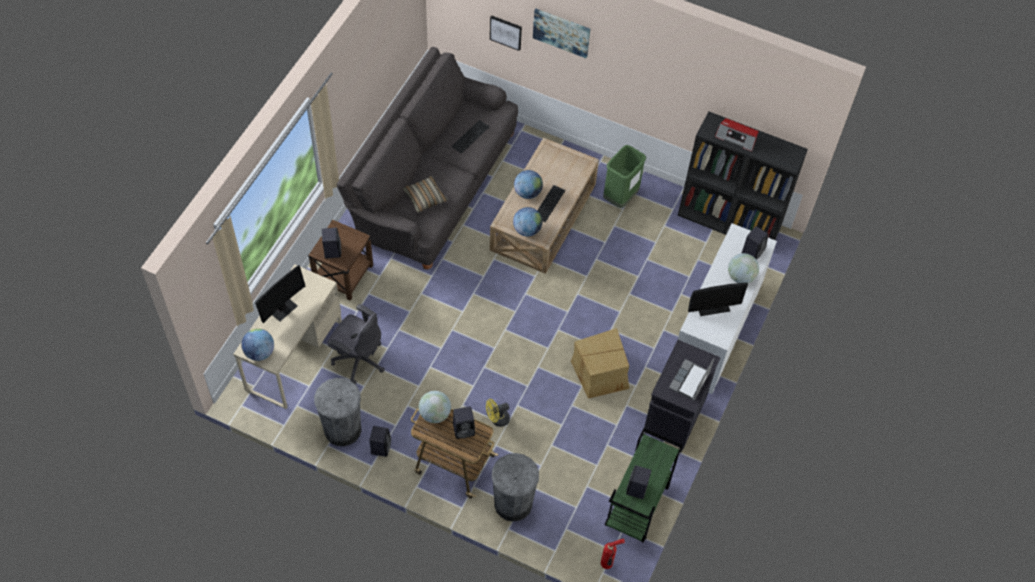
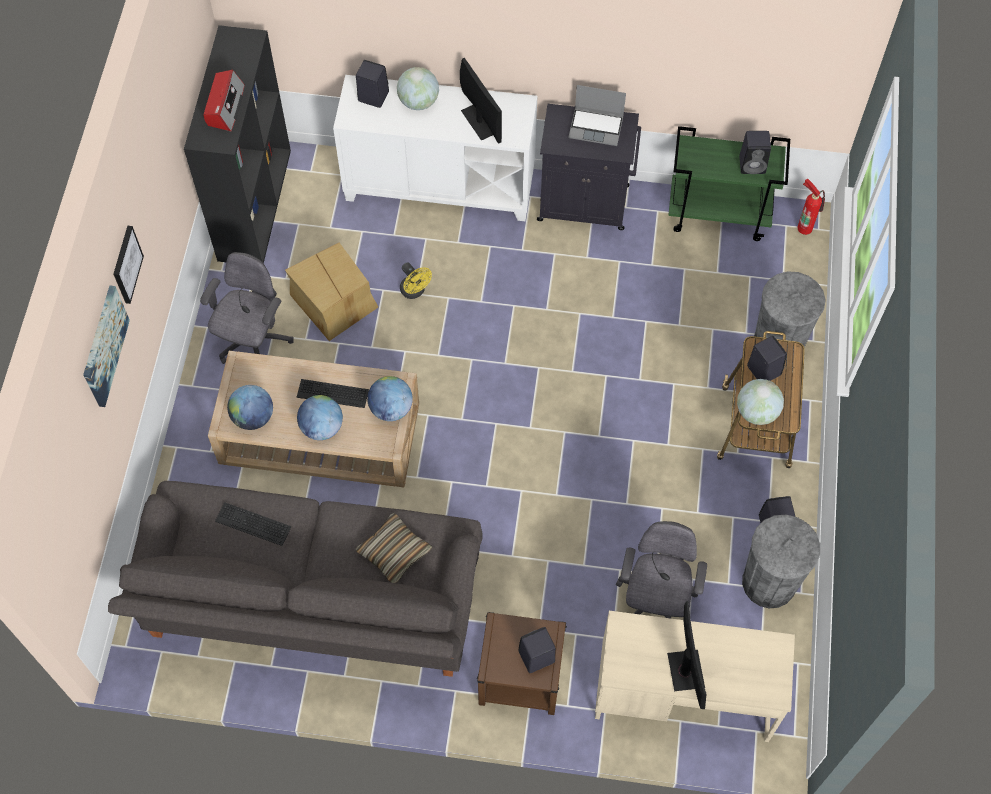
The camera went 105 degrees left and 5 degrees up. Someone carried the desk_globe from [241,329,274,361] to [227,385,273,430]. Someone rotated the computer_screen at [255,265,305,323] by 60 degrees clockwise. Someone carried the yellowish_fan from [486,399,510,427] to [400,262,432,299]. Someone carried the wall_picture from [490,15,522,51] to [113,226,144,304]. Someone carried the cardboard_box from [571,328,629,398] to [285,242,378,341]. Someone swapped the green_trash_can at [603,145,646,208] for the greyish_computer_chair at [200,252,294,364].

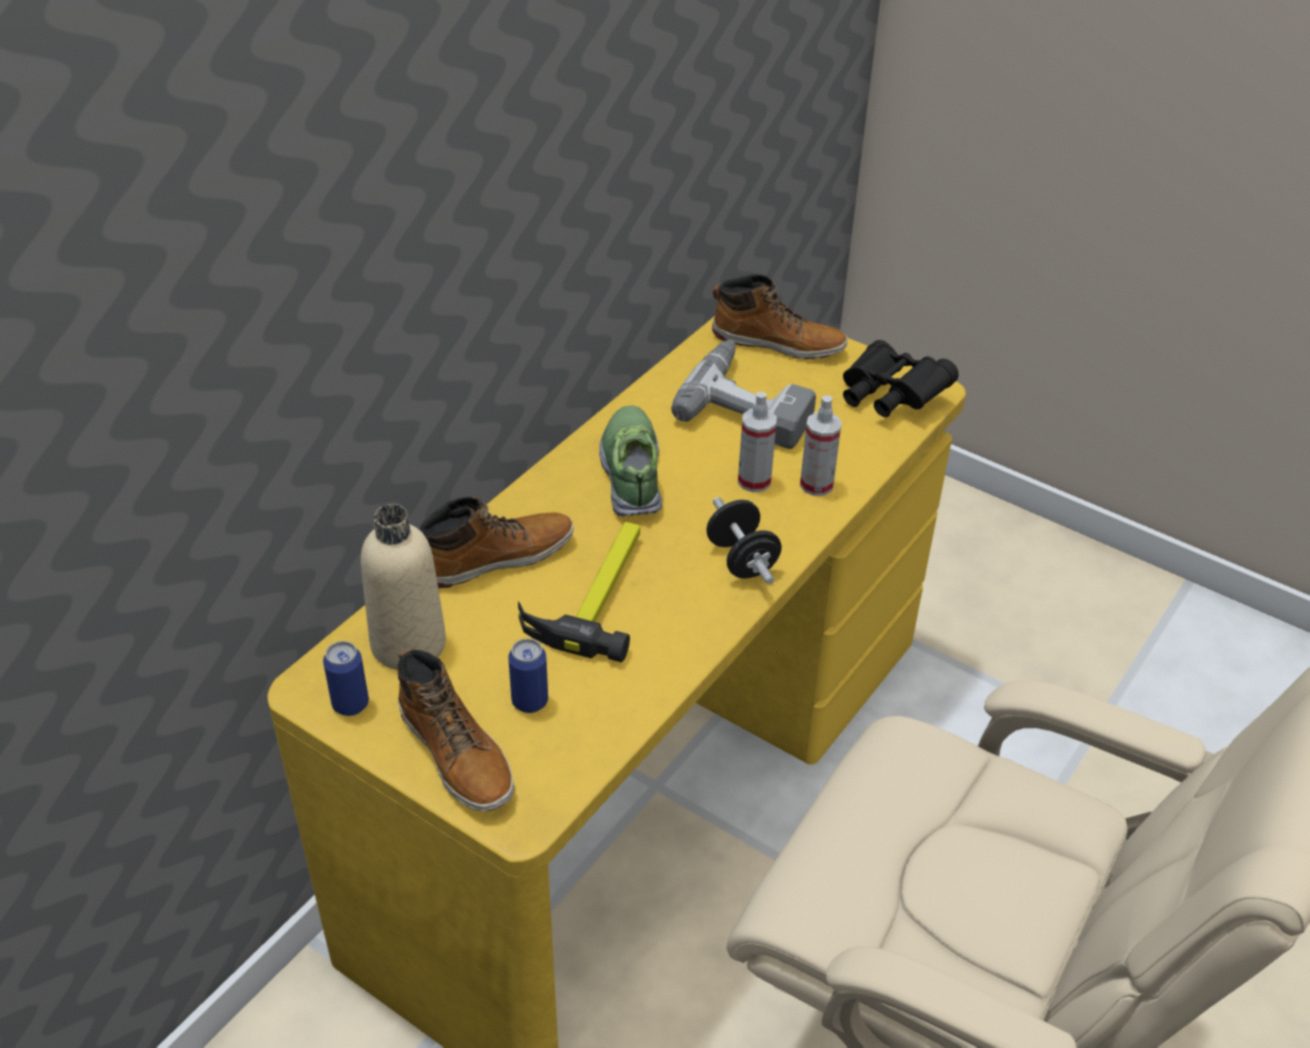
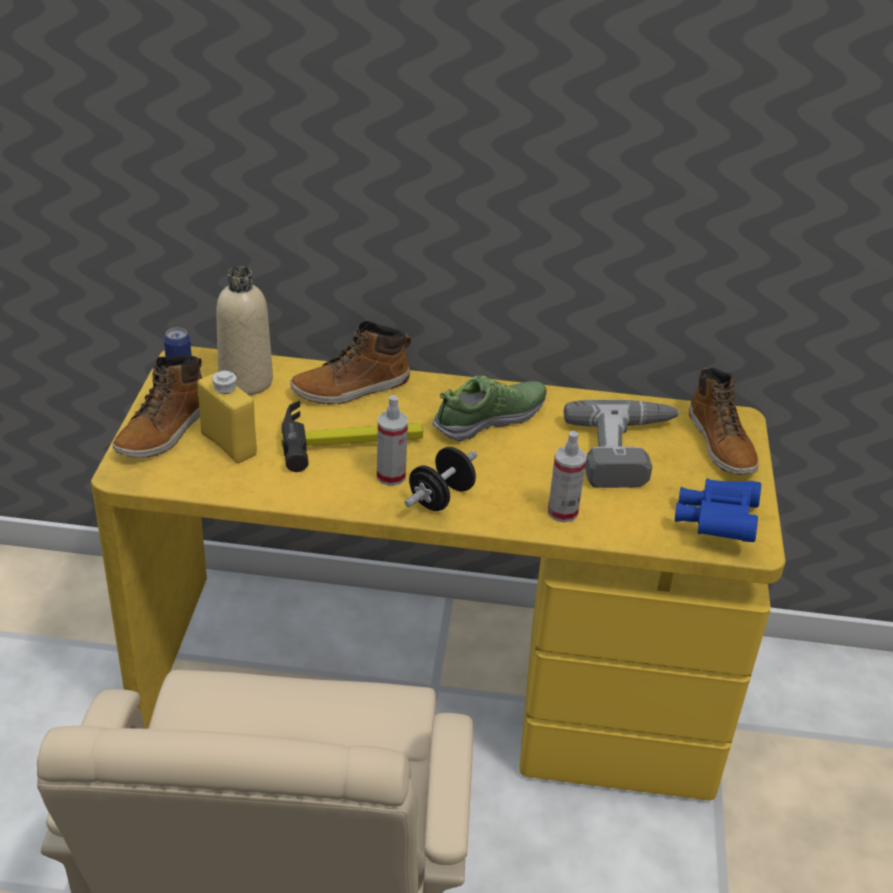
The camera went 60 degrees right and 5 degrees down. Someone rotated the tall_boot at [420,496,574,588] by 120 degrees clockwise. Someone swapped the sealed_can at [508,638,548,713] for the yellowish_beverage_bottle at [197,371,257,463]. Someone carried the sprayer from [738,392,777,492] to [377,395,408,486]. Someone repainted the black-coloured_pair_of_binoculars at [843,340,959,417], which became the blue-coloured_pair_of_binoculars at [675,479,761,542].

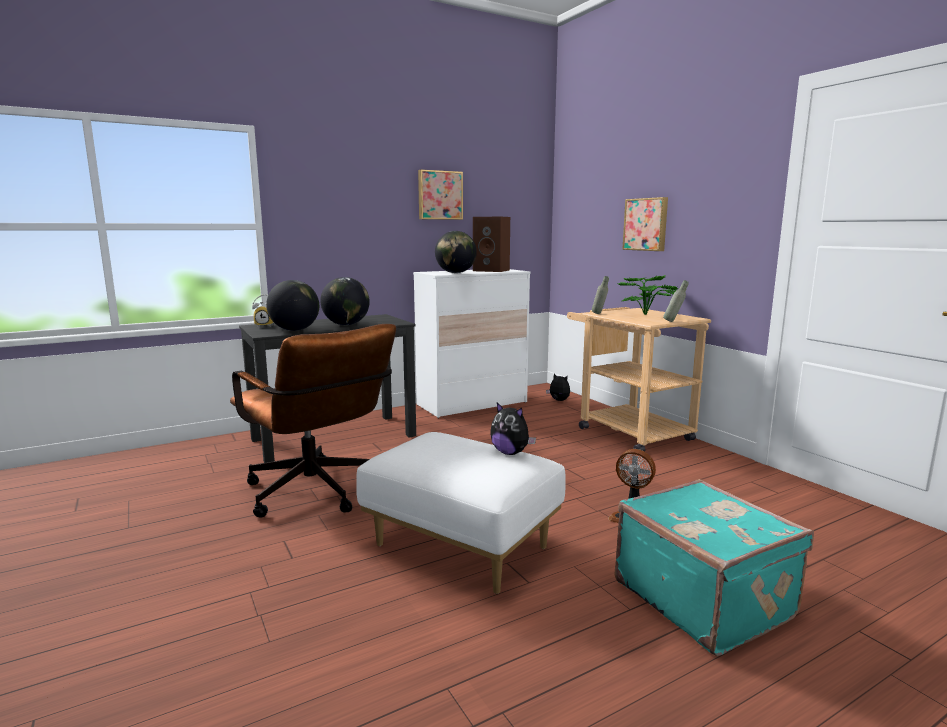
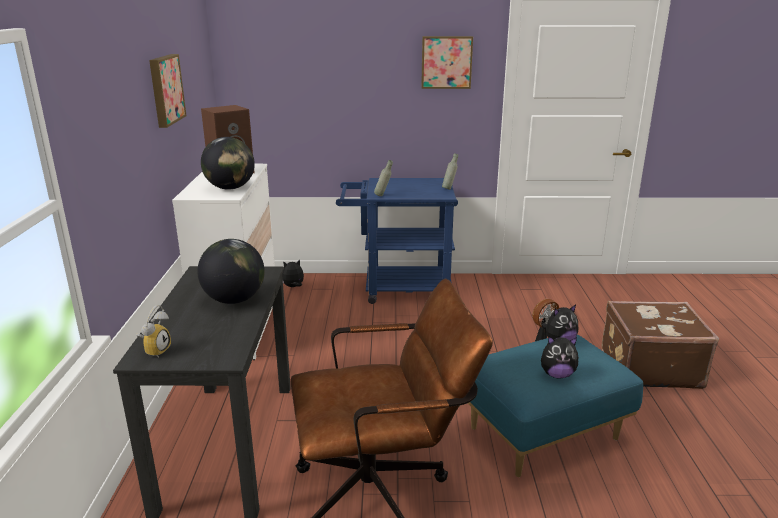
The camera went 60 degrees left and 10 degrees up. Someone took away the desk_globe at [266,280,319,331]. Someone repainted the white_footrest at [357,432,566,594], which became the blue-coloured_footrest at [468,335,643,477]. Someone repainted the beige_wheeled_cart at [567,307,711,452], which became the blue-coloured_wheeled_cart at [336,178,458,304]. Someone repainted the turquoise-coloured_suitcase at [614,479,814,656], which became the brown-coloured_suitcase at [602,301,719,389]. Someone took away the houseplant at [618,275,678,315]. Someone carried the wall_picture from [622,197,668,251] to [421,36,473,89]. Someone put down the plush_toy at [541,336,579,378].

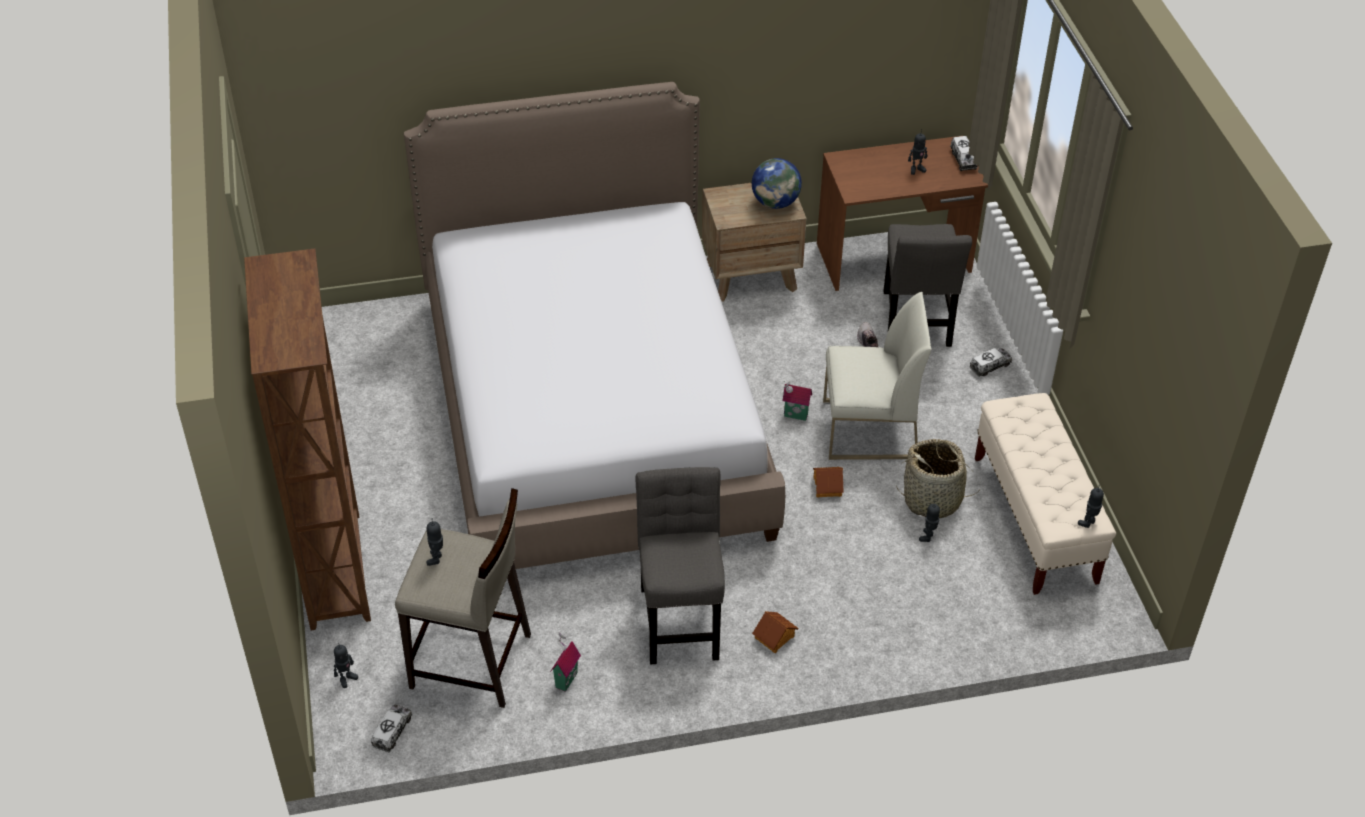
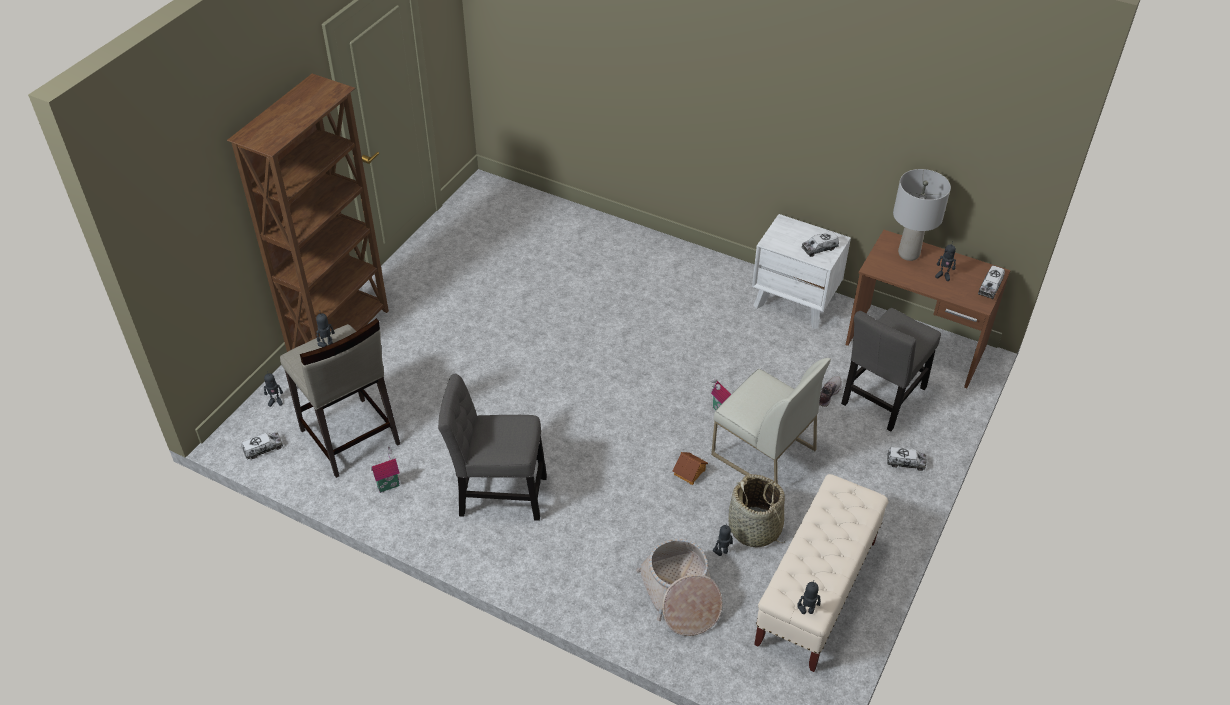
The camera went 40 degrees right and 0 degrees up. Someone took away the sleeping_bed at [404,82,785,569]. Someone rotated the greyish_plain_chair at [636,467,725,664] by 120 degrees counterclockwise. Someone repainted the brown-coloured_nightstand at [702,183,807,302], which became the white_nightstand at [752,214,851,329]. Someone swapped the desk_globe at [752,158,802,209] for the toy_lorry at [801,231,839,257]. Someone took away the toy_house at [752,611,798,653]. Someone put down the storage_basket at [636,539,722,636]. Someone put down the greyish_lamp_for_a_table at [893,169,951,261].

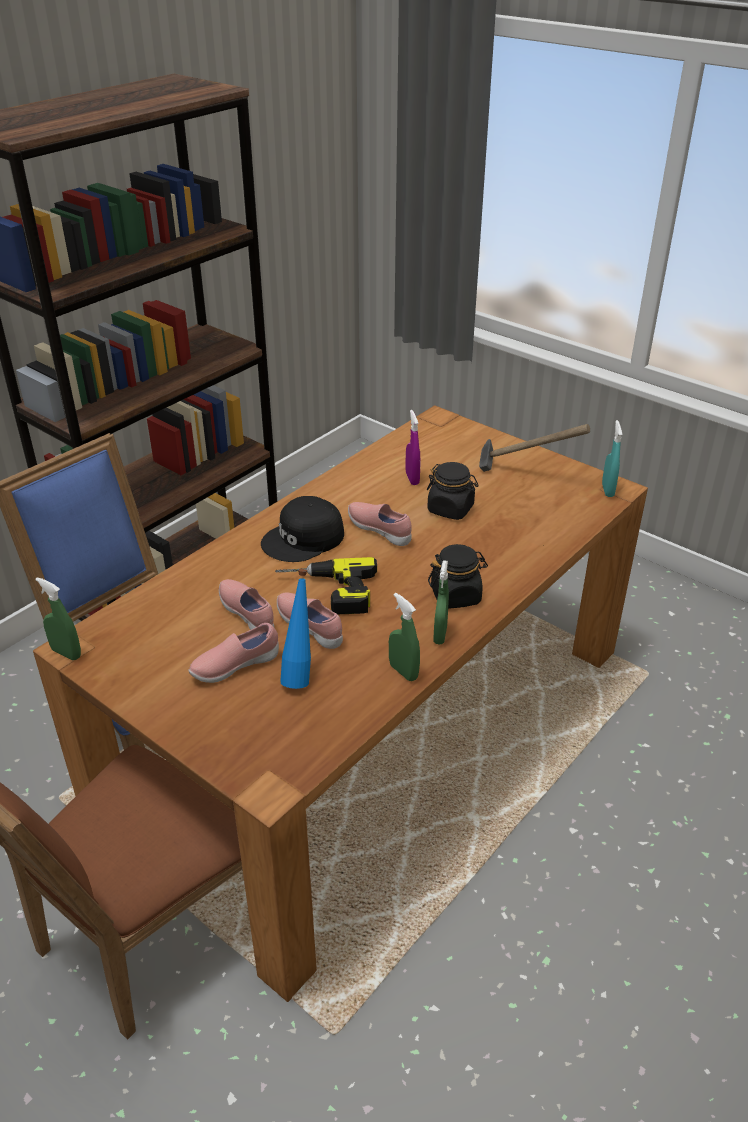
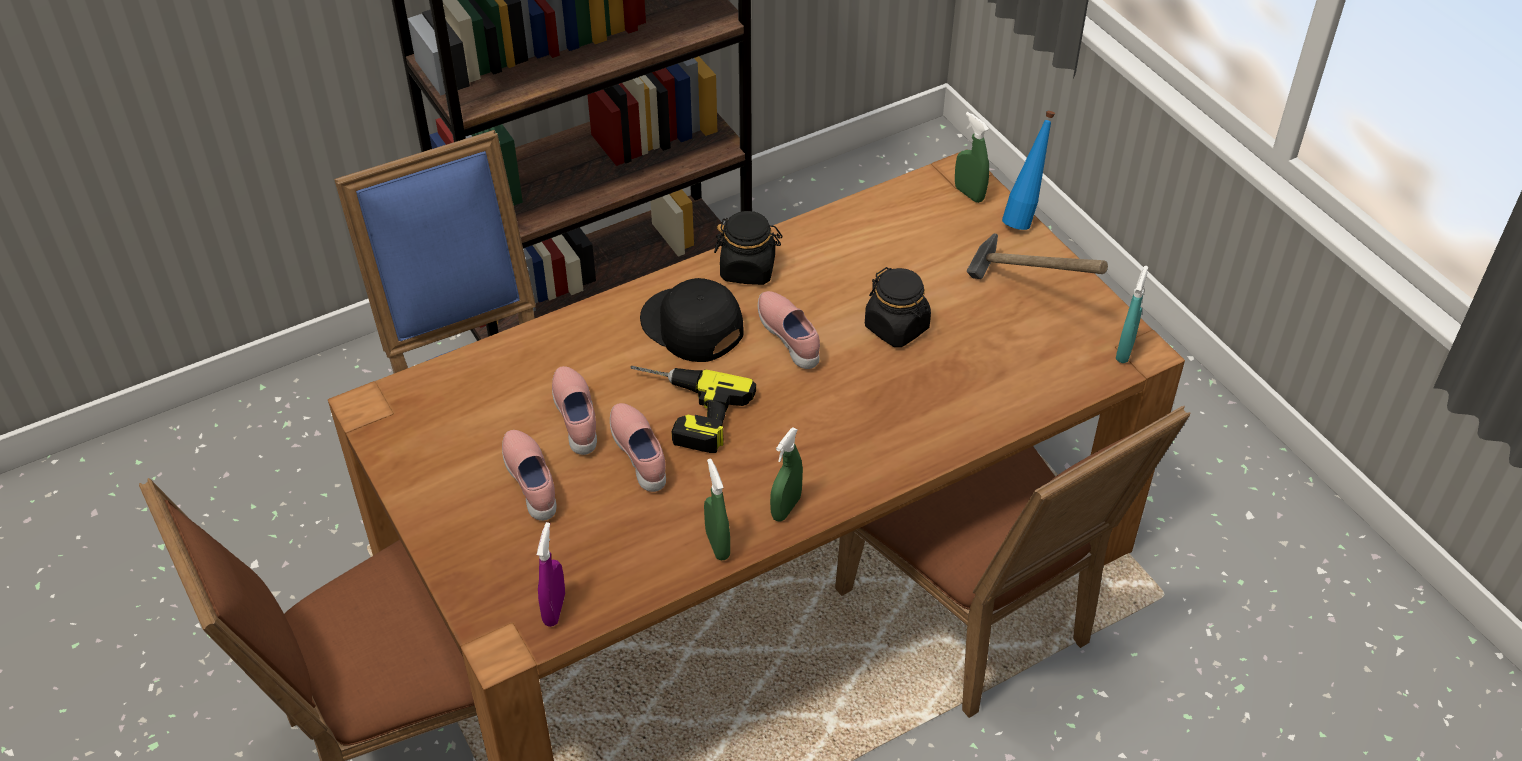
The camera went 20 degrees right and 10 degrees up. Someone carried the green_sprayer from [35,577,81,660] to [955,112,989,203]. Someone rotated the pink_item_of_footwear at [188,623,279,683] by 75 degrees clockwise. Someone rotated the black-coloured_baseball_cap at [261,496,344,562] by 60 degrees clockwise. Someone carried the blue-coloured_beverage_bottle from [280,569,311,689] to [1002,111,1055,230]. Someone carried the purple-coloured_sprayer from [405,410,420,485] to [537,522,565,627]. Someone carried the black-coloured_jar from [428,544,488,609] to [714,211,783,285]. Someone put down the brown-coloured_plain_chair at [835,406,1191,718].

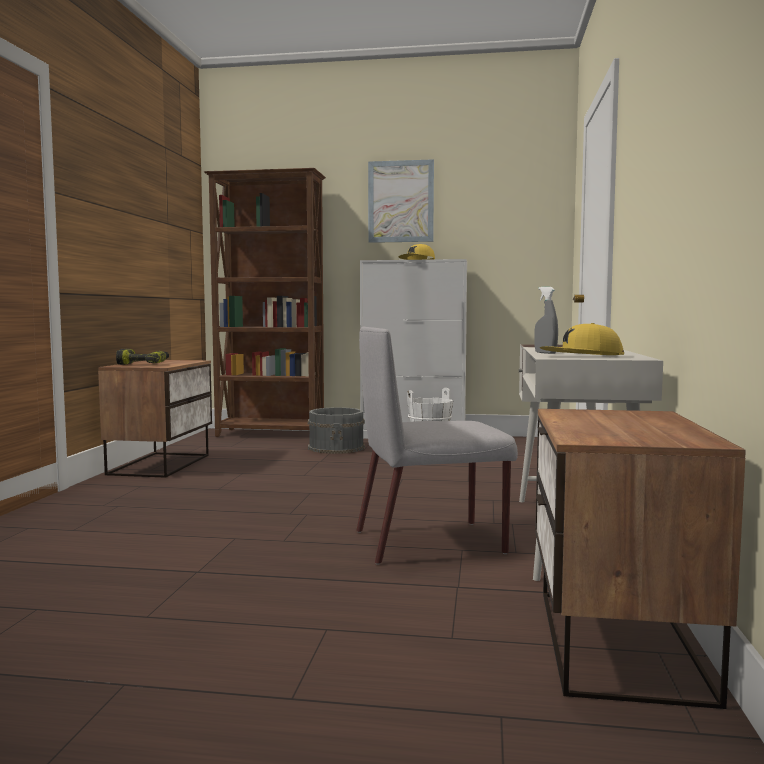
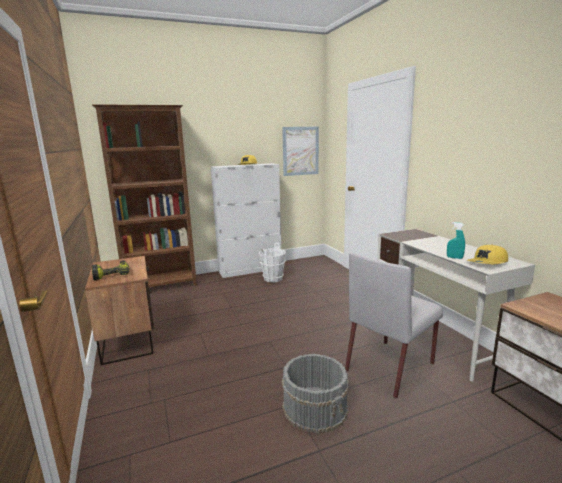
The camera went 30 degrees left and 10 degrees up. Someone carried the greyish_pail from [308,407,365,454] to [282,354,349,433]. Someone carried the wall_picture from [368,159,434,243] to [282,127,319,176]. Someone repainted the greyish_sprayer at [534,287,558,354], which became the turquoise-coloured_sprayer at [447,222,465,259].

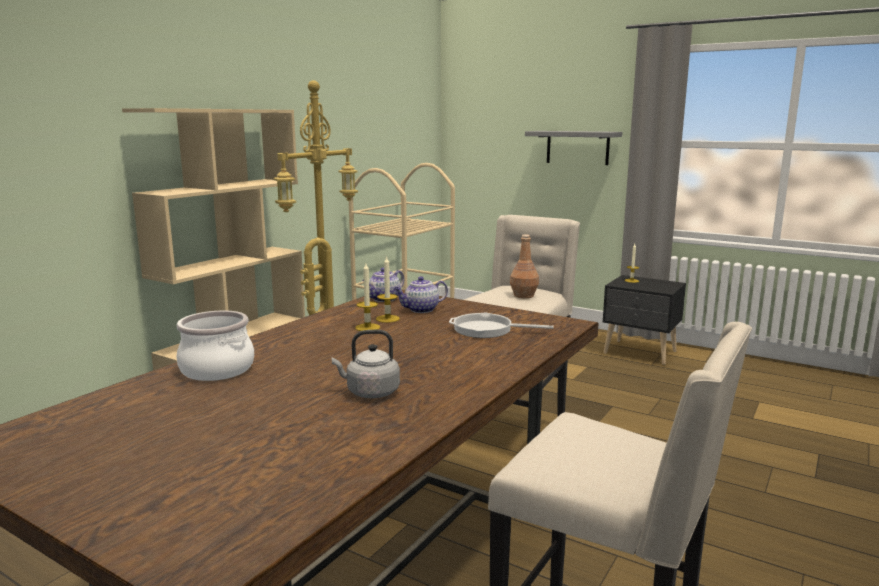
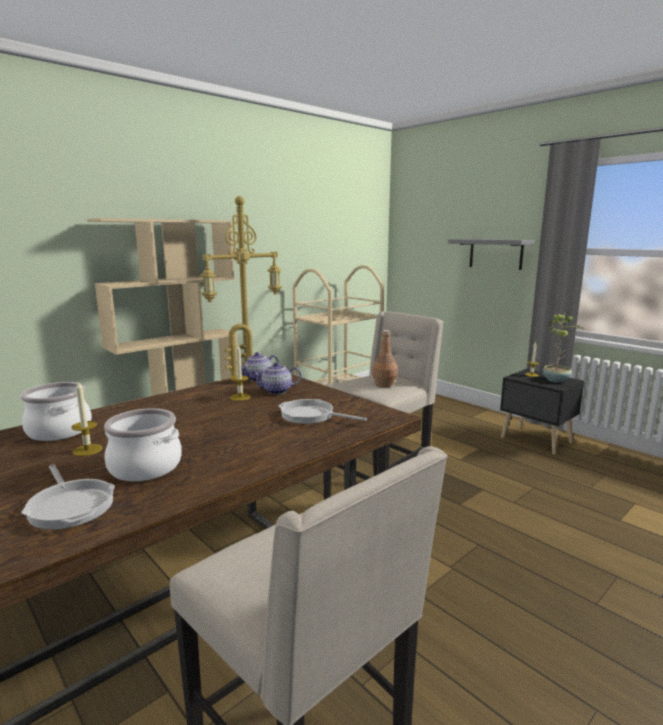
The camera went 15 degrees right and 0 degrees up. Someone swapped the greyish_kettle at [331,330,400,398] for the cooking_pot at [104,408,182,481]. Someone carried the candle from [355,263,380,331] to [71,381,103,456]. Someone put down the pan at [21,464,115,530]. Someone put down the houseplant at [542,314,582,383].

